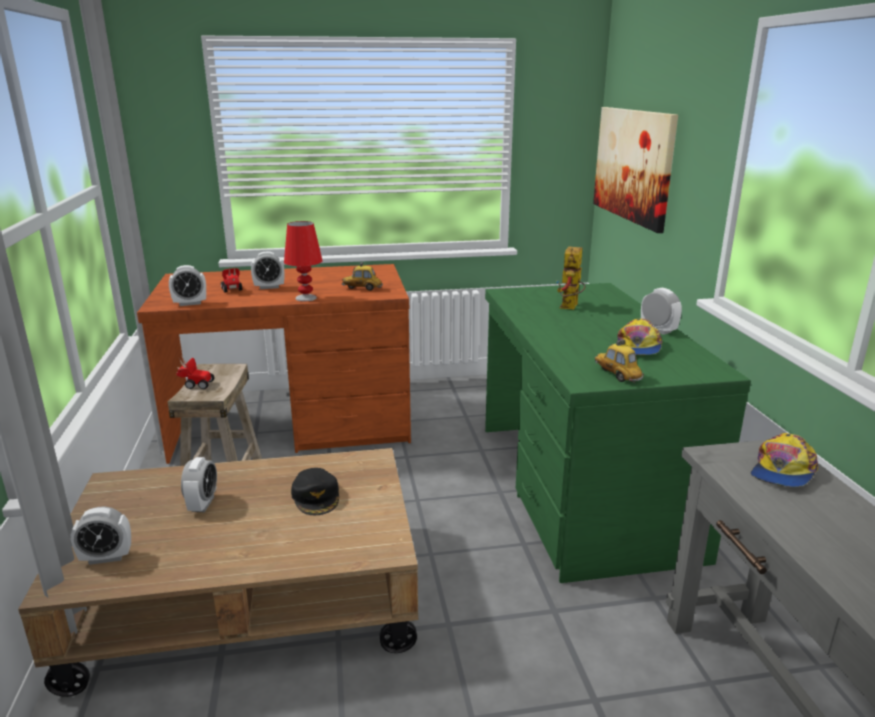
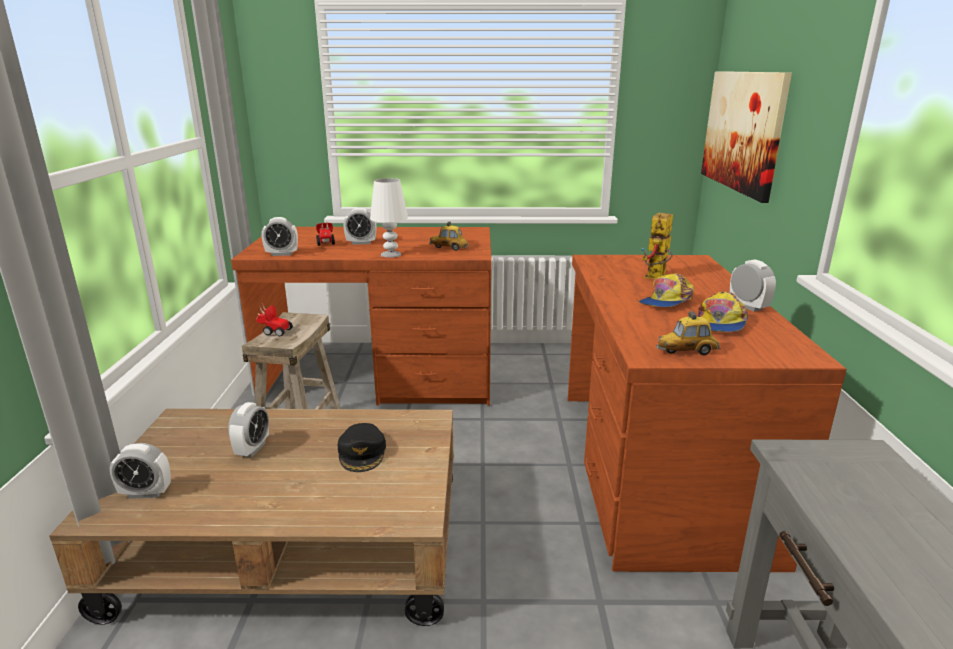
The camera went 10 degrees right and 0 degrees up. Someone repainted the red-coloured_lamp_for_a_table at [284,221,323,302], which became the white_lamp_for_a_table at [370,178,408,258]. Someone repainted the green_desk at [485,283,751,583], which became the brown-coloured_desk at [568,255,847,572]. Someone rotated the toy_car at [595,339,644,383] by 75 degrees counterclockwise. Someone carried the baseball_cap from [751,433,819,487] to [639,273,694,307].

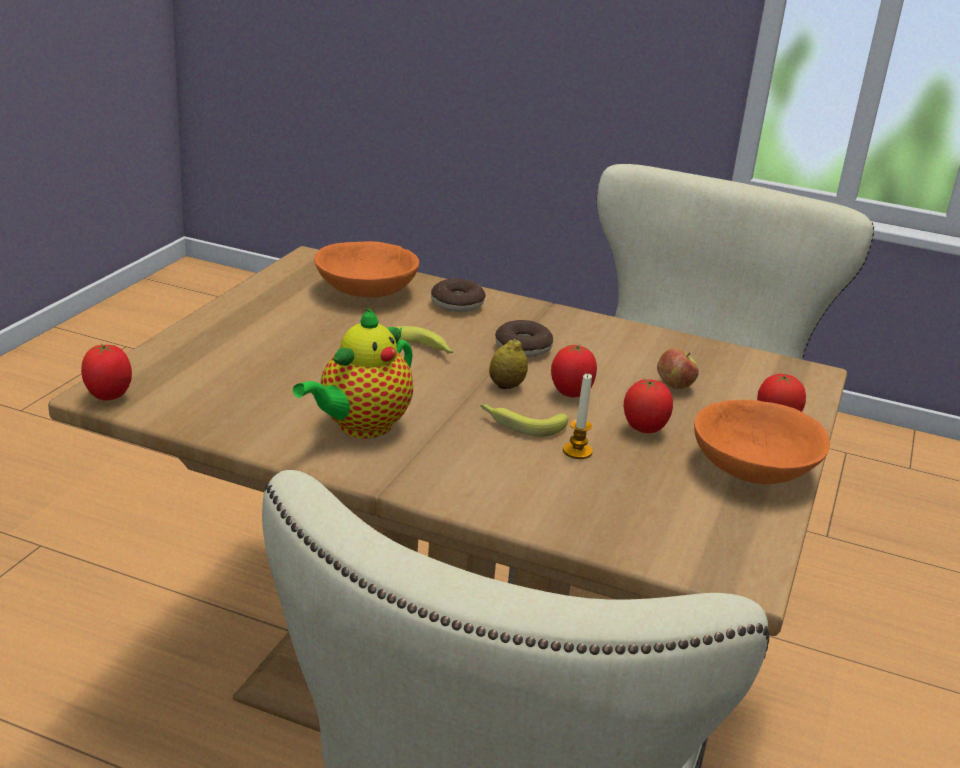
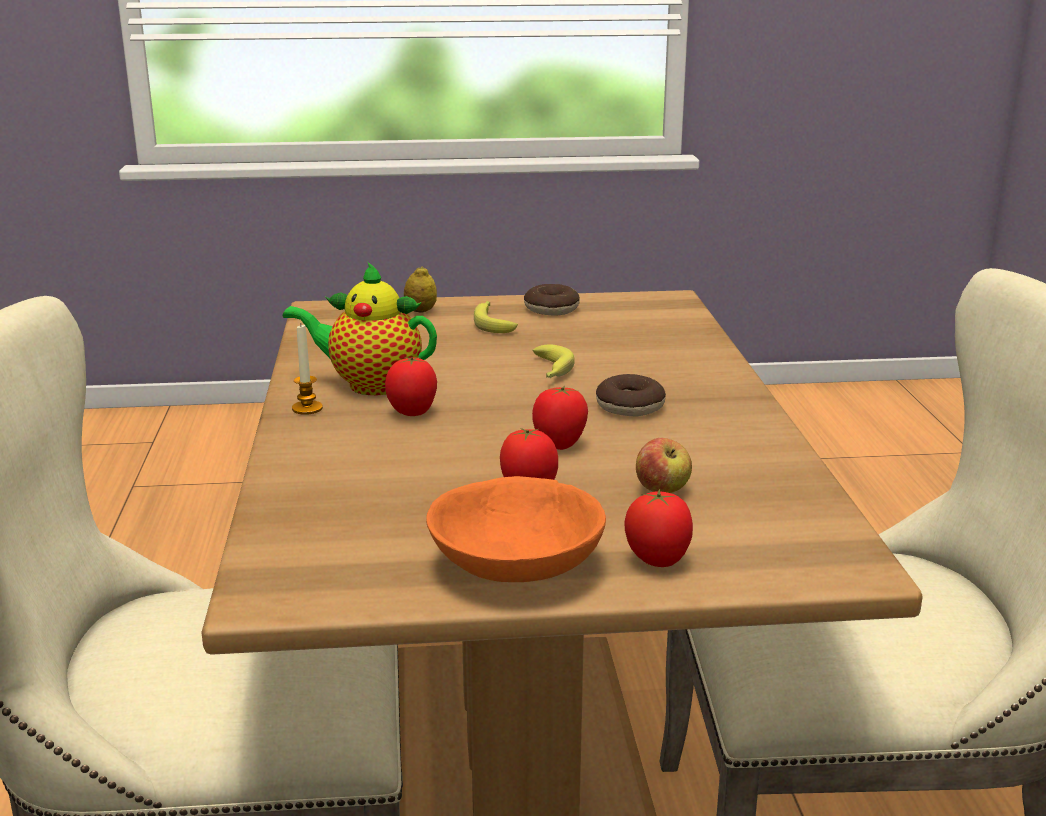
The camera went 65 degrees right and 5 degrees down. Someone carried the fresh_tomato from [81,343,132,400] to [385,357,437,416]. Someone took away the orange-coloured_serving_bowl at [314,241,419,297]. Someone carried the doughnut from [431,278,486,312] to [524,284,580,316]. Someone carried the banana from [480,404,568,437] to [474,301,518,333]. Someone carried the whole_lemon from [489,339,528,389] to [404,266,437,313]. Someone carried the candle from [563,374,593,459] to [292,325,323,415].

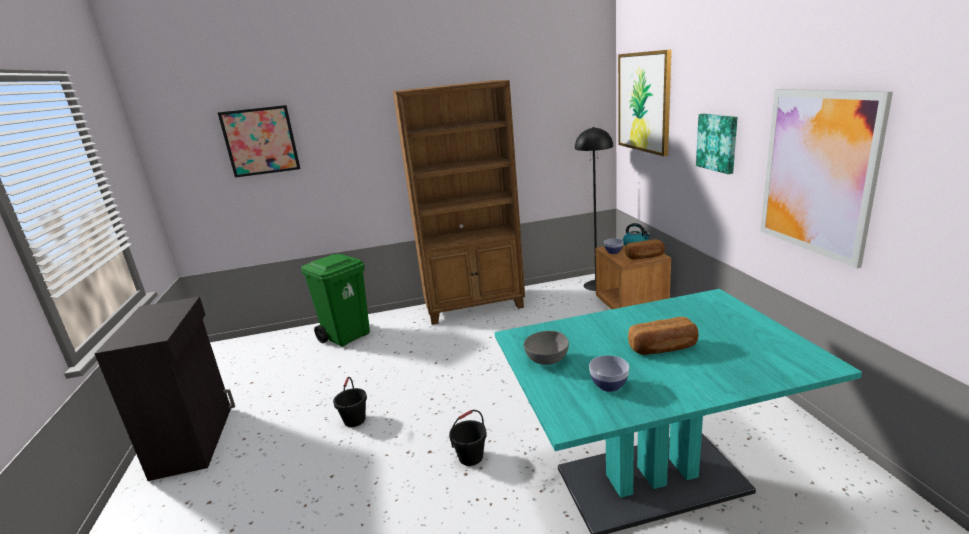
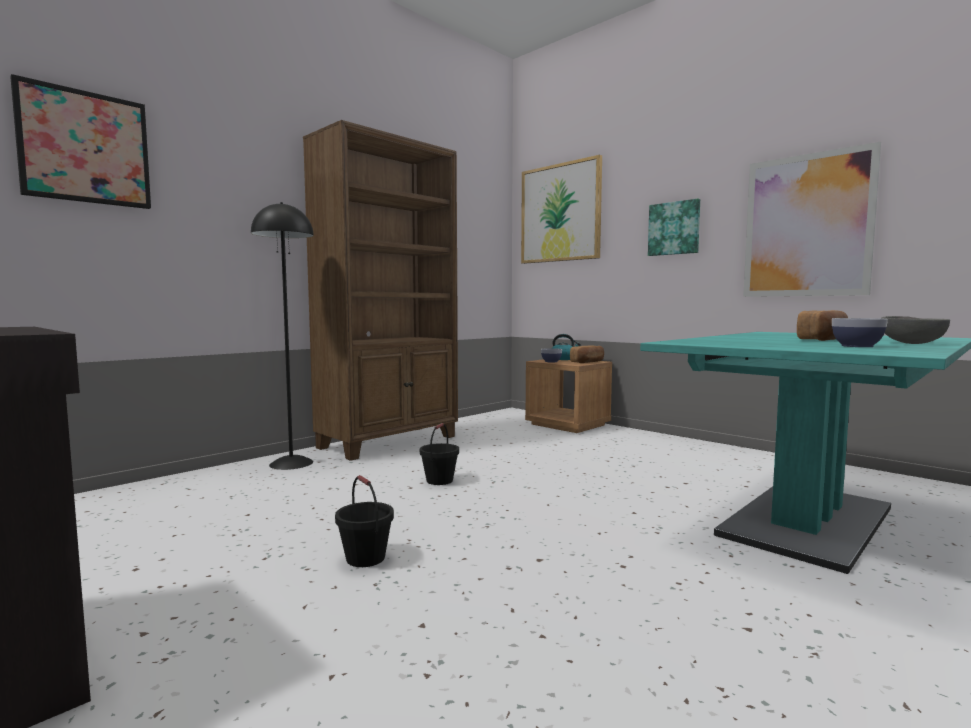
The camera went 35 degrees left and 15 degrees down. Someone took away the green_trash_can at [301,254,370,347]. Someone carried the black-coloured_pail from [449,410,487,466] to [420,423,459,485]. Someone carried the greyish_serving_bowl from [524,331,569,365] to [881,316,950,344]. Someone carried the black-coloured_floor_lamp from [575,127,613,291] to [251,202,314,470].

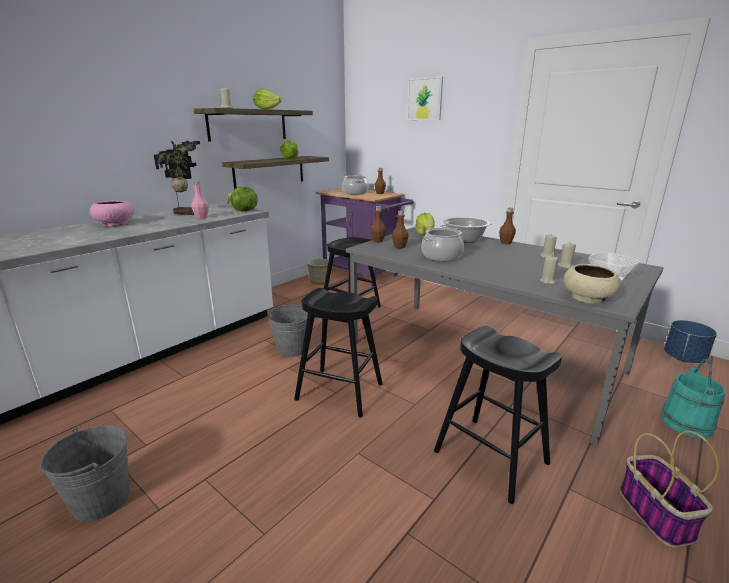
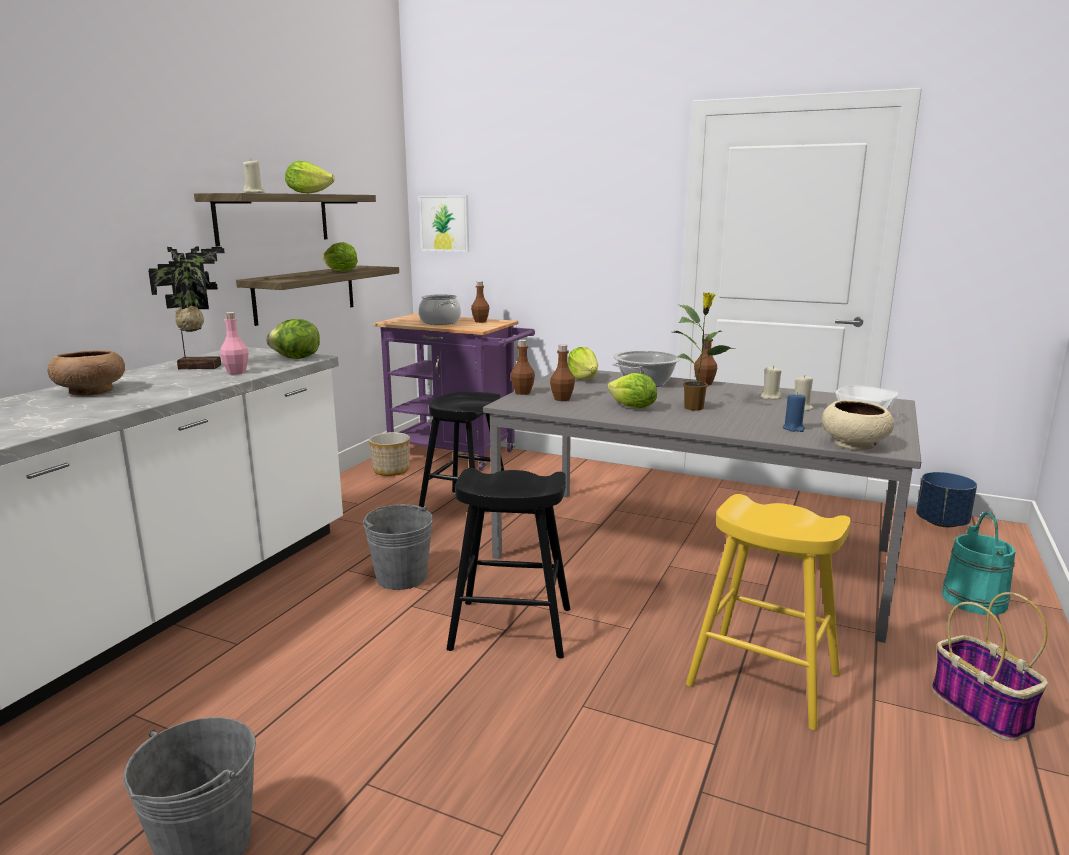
The camera went 15 degrees left and 5 degrees down. Someone repainted the pink_serving_bowl at [90,201,134,227], which became the brown-coloured_serving_bowl at [47,350,125,396]. Someone carried the wall_picture from [407,77,443,120] to [419,195,469,252]. Someone swapped the cooking_pot at [422,228,464,261] for the lettuce_head at [607,373,657,408]. Someone repainted the black-coloured_stool at [434,326,562,504], which became the yellowish_stool at [686,494,851,730]. Someone repainted the beige_candle at [540,255,559,285], which became the blue-coloured_candle at [783,392,806,432]. Someone put down the houseplant at [673,292,735,411].

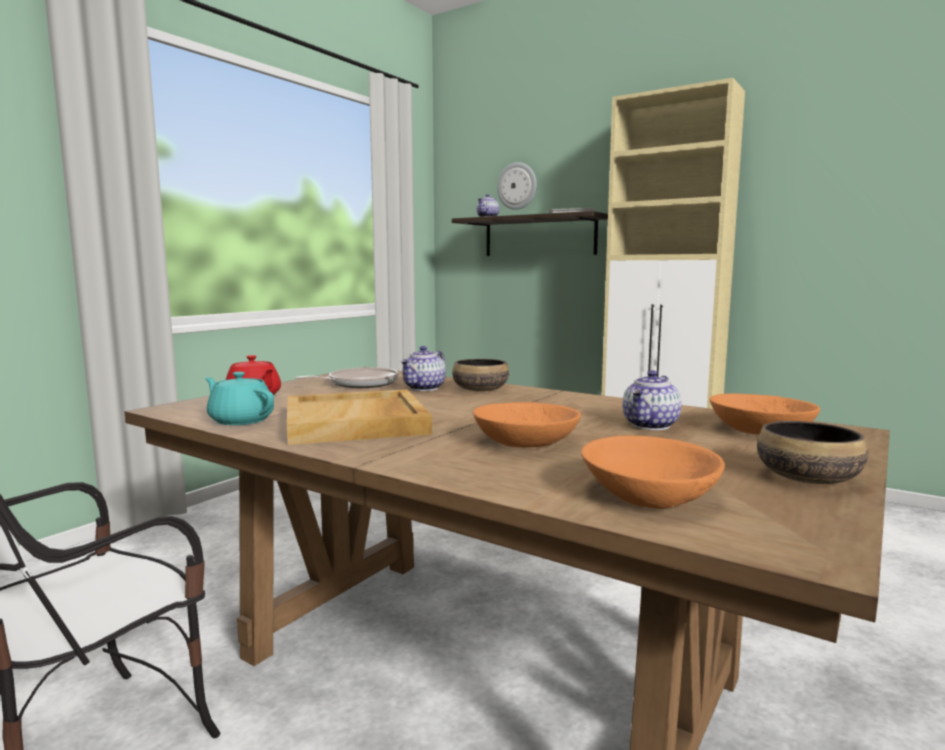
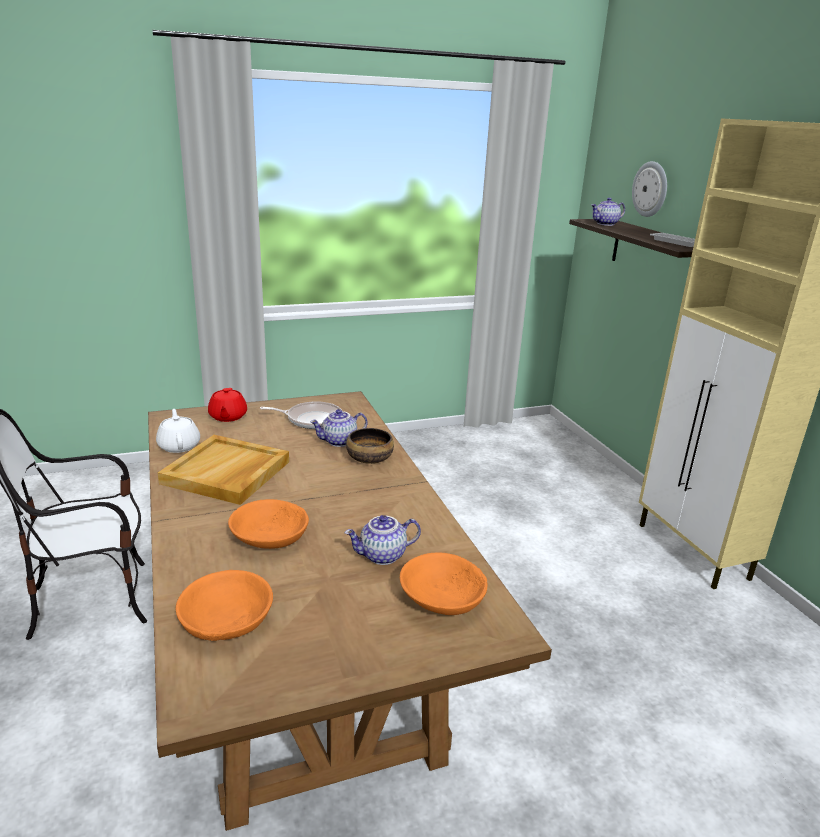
The camera went 35 degrees right and 15 degrees up. Someone repainted the turquoise-coloured_tea_pot at [205,372,274,425], which became the white_tea_pot at [156,409,200,453]. Someone took away the serving_bowl at [757,421,868,484].

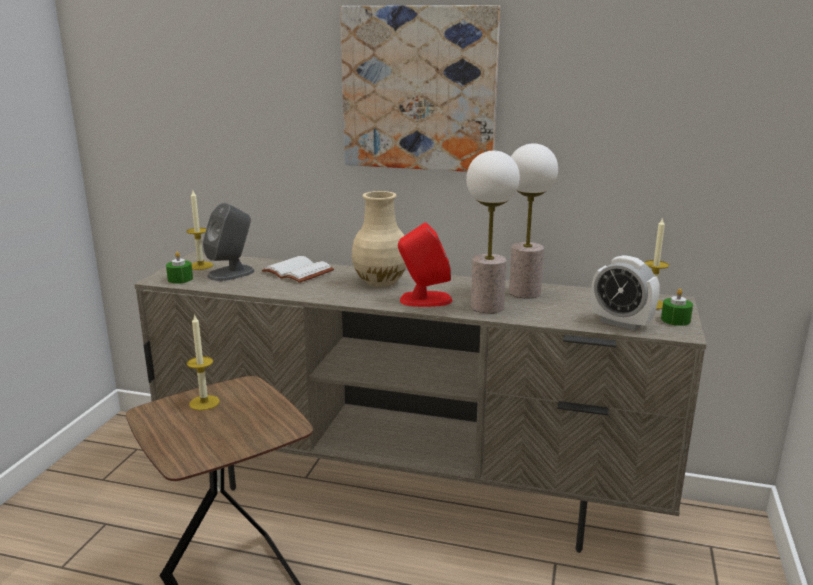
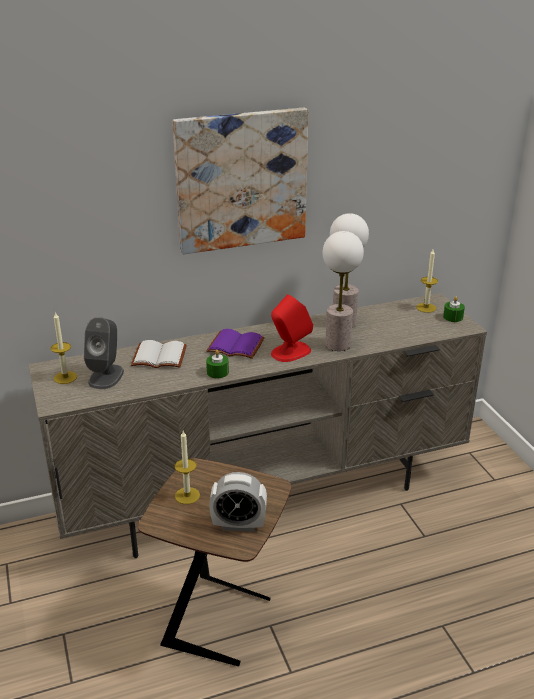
The camera went 35 degrees left and 10 degrees up. Someone carried the green_candle from [166,251,193,284] to [206,350,229,378]. Someone swapped the beige_flower_vase at [351,191,406,287] for the purple-coloured_volume at [206,329,265,359]. Someone carried the alarm_clock from [591,255,660,331] to [209,472,267,532].

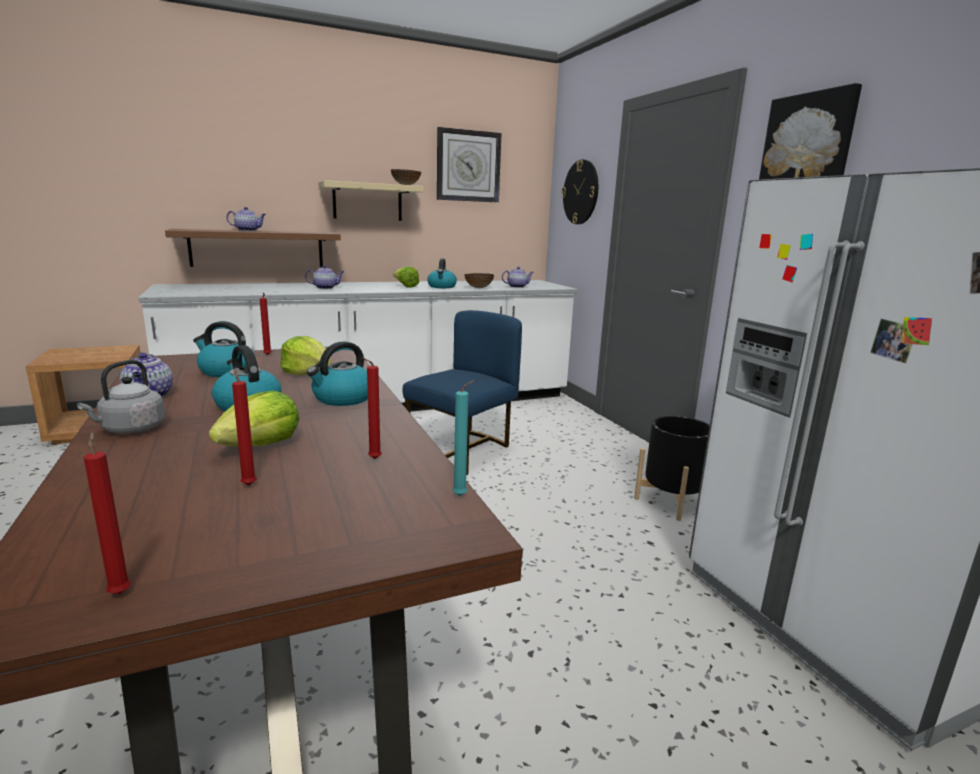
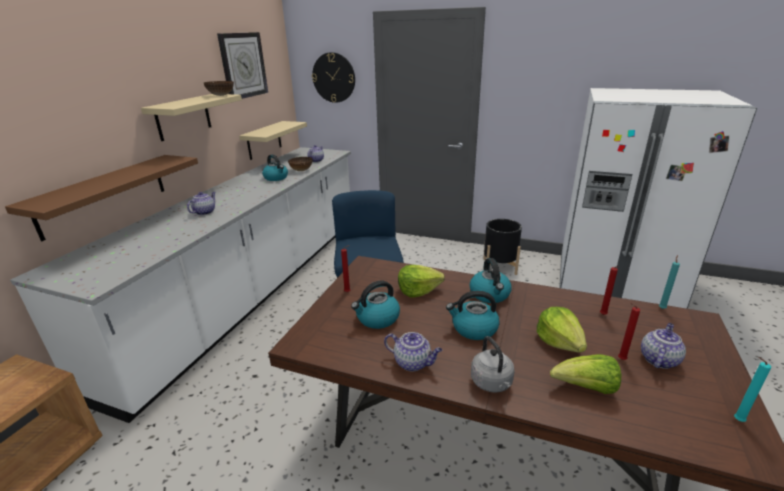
The camera went 45 degrees left and 10 degrees up. Someone repainted the red-coloured_candle at [84,432,131,594], which became the turquoise-coloured_candle at [734,357,771,422]. Someone carried the tea_pot from [226,207,266,231] to [641,323,686,369]. Someone carried the lettuce_head from [393,266,419,288] to [550,354,621,394]. Someone took away the wall_picture at [759,83,862,180]. Someone put up the beige_bracket_shelf at [239,121,307,160].

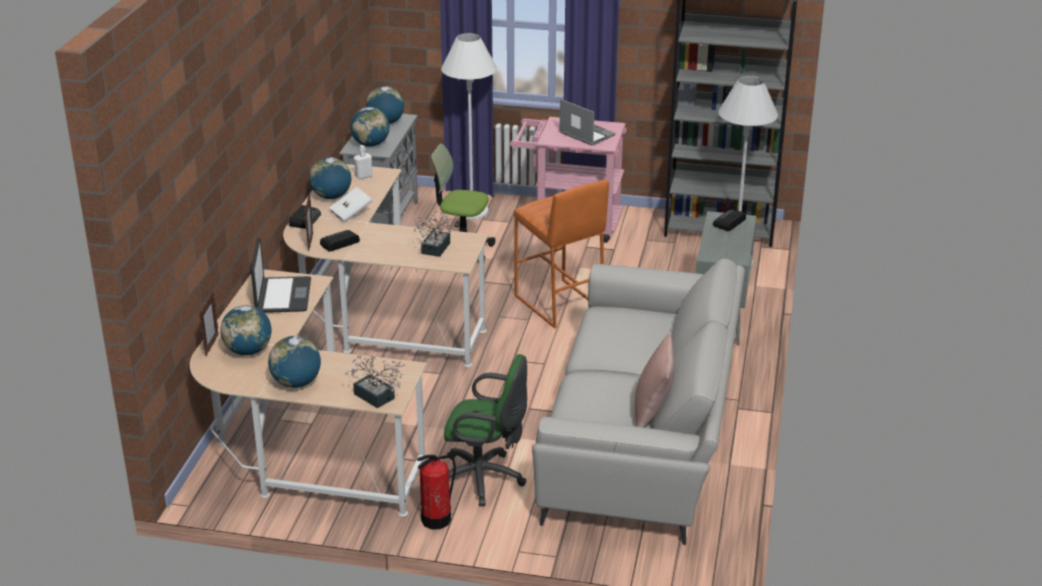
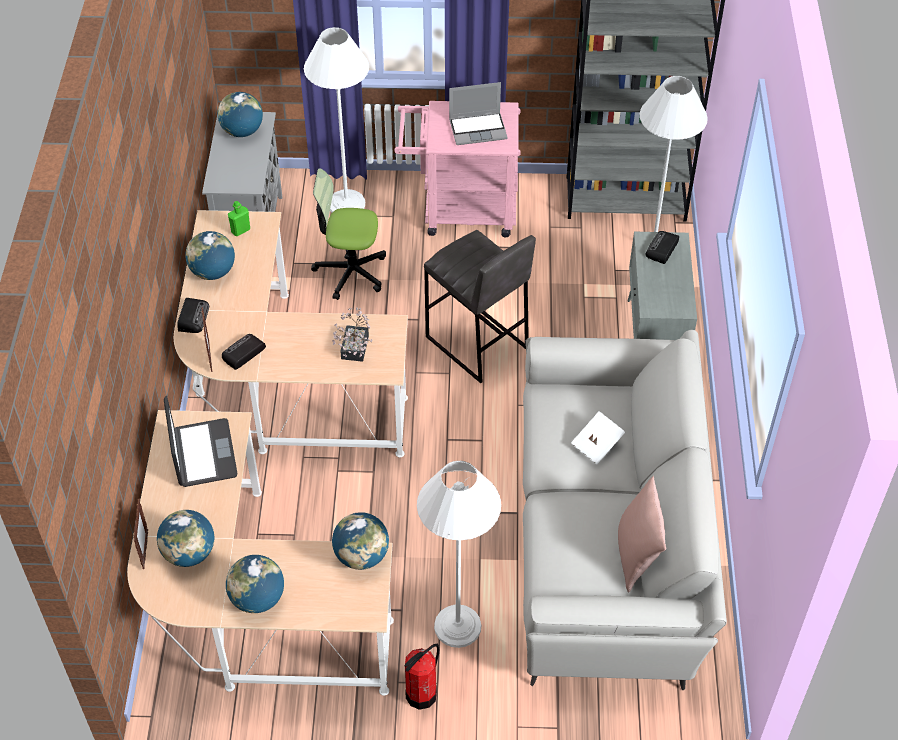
The camera went 10 degrees left and 20 degrees up. Someone carried the white_volume from [329,187,372,223] to [571,411,625,465]. Someone took away the houseplant at [345,356,405,408]. Someone carried the desk_globe from [350,107,390,147] to [332,512,389,570]. Someone repainted the white_beverage_bottle at [354,145,372,179], which became the green_beverage_bottle at [228,201,250,236]. Someone swapped the green_computer_chair at [444,354,527,506] for the white_floor_lamp at [417,461,501,648]. Someone repainted the orange-coloured_stool at [514,180,609,328], which became the greyish_stool at [424,230,536,383]. Someone rotated the portable_computer at [559,99,616,146] by 135 degrees clockwise.

